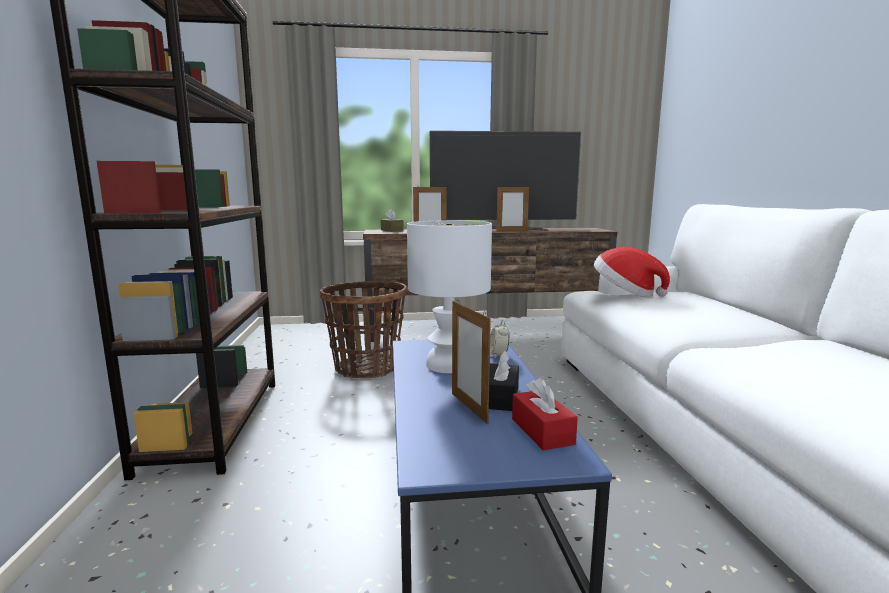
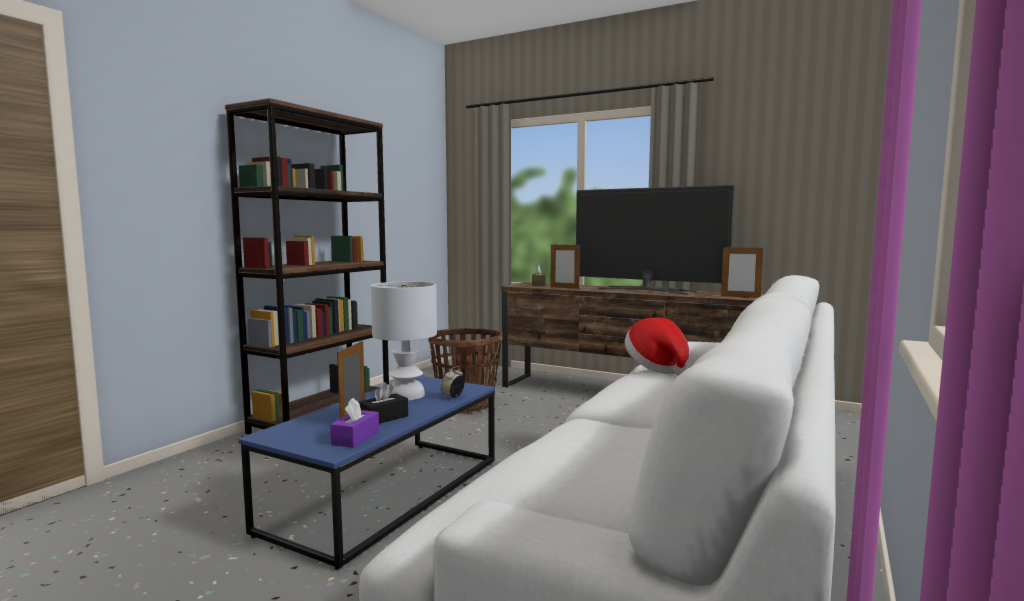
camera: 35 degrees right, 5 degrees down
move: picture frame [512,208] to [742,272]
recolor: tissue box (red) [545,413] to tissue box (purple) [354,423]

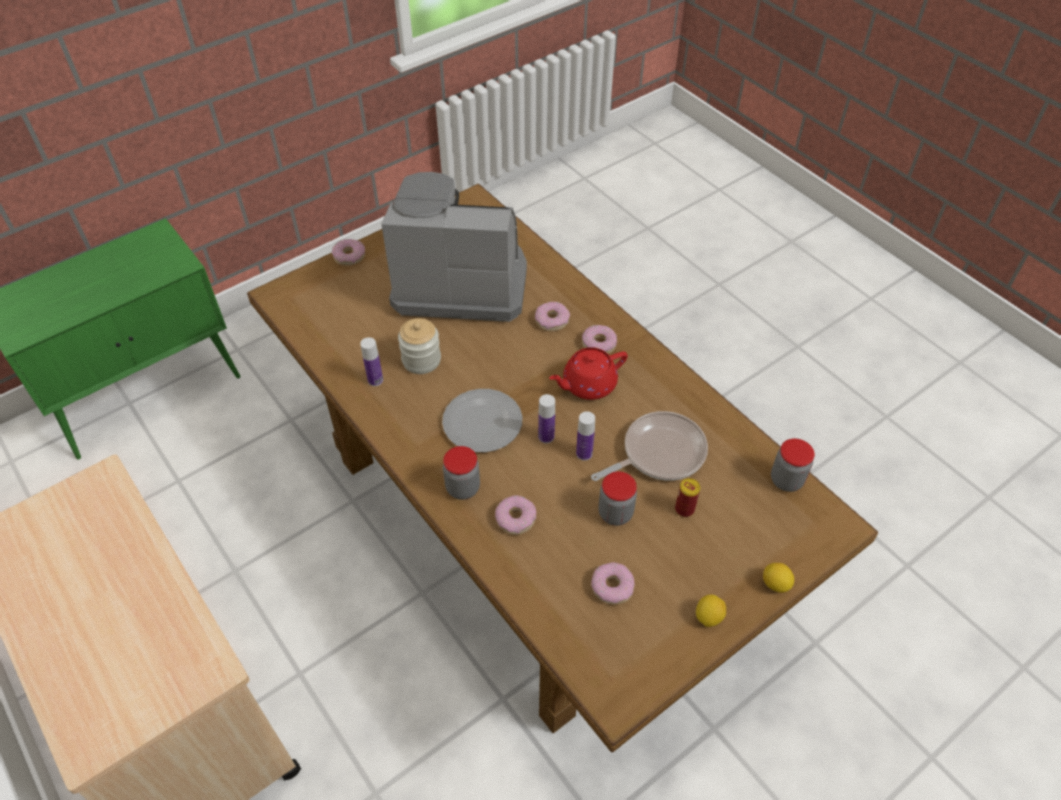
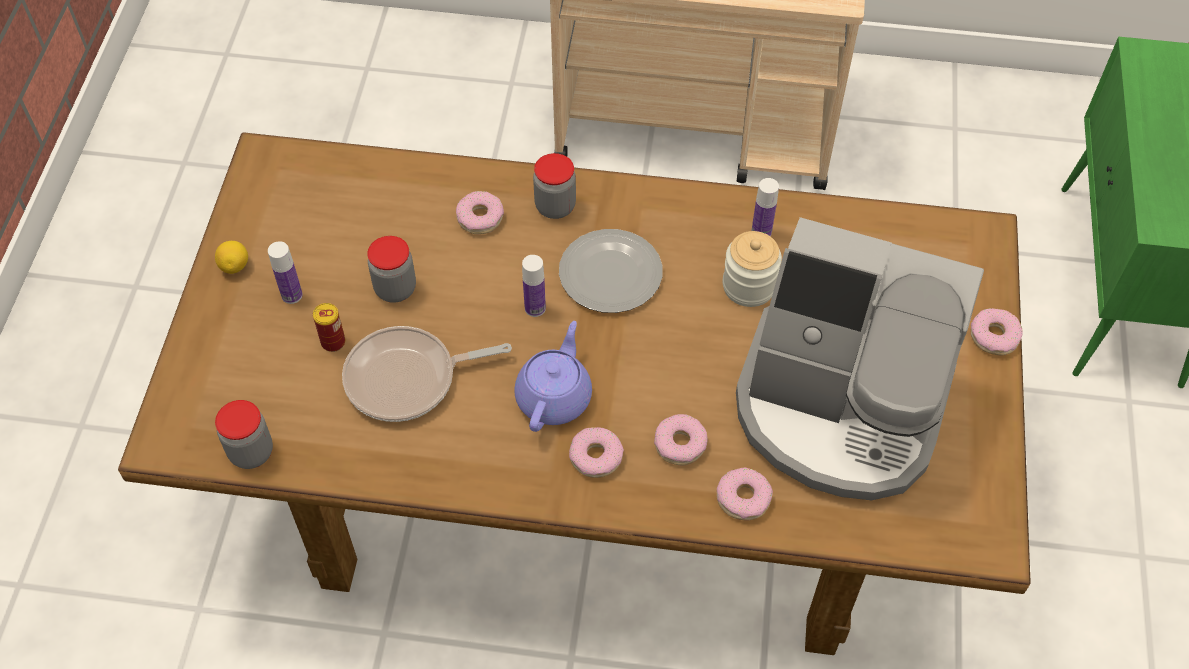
camera: 135 degrees right, 5 degrees up
delete: lemon [778,578]
move: bottle [585,436] to [285,272]; donut [612,583] to [744,494]
recolor: teapot (red) [588,373] to teapot (purple) [553,376]
rotate: coffee machine [454,247] = [860,358] 60 degrees clockwise; frying pan [649,446] = [427,374] 60 degrees clockwise

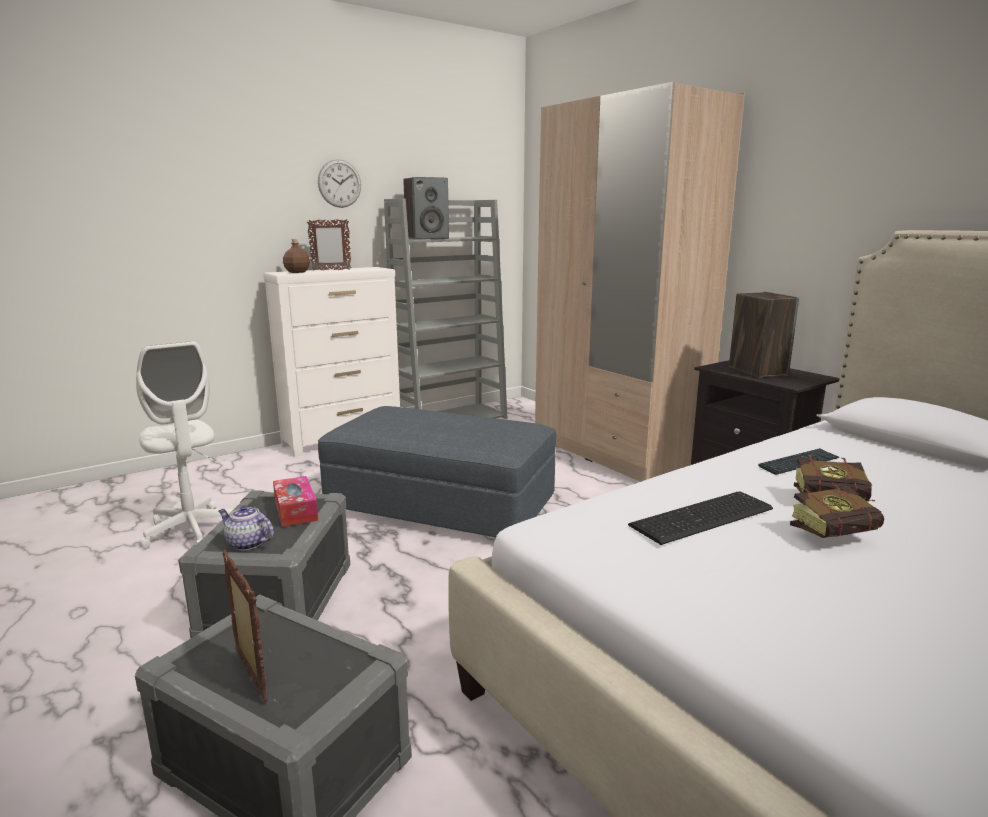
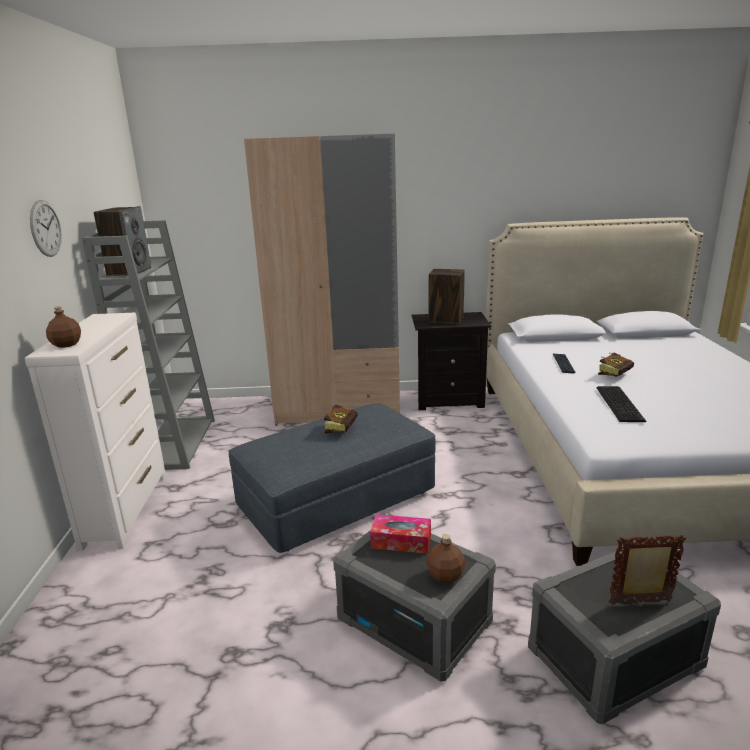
camera: 55 degrees left, 5 degrees up
delete: office chair (white) [185,445]; picture frame [329,245]
move: book [837,510] to [340,419]
replace: teapot [246,527] to bottle (brown) [445,558]

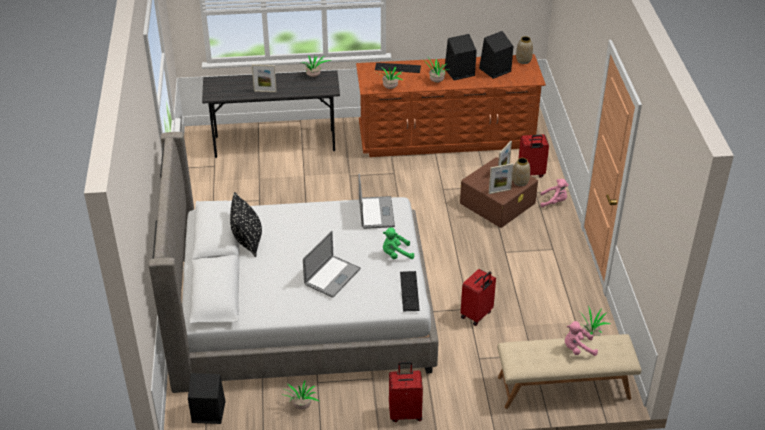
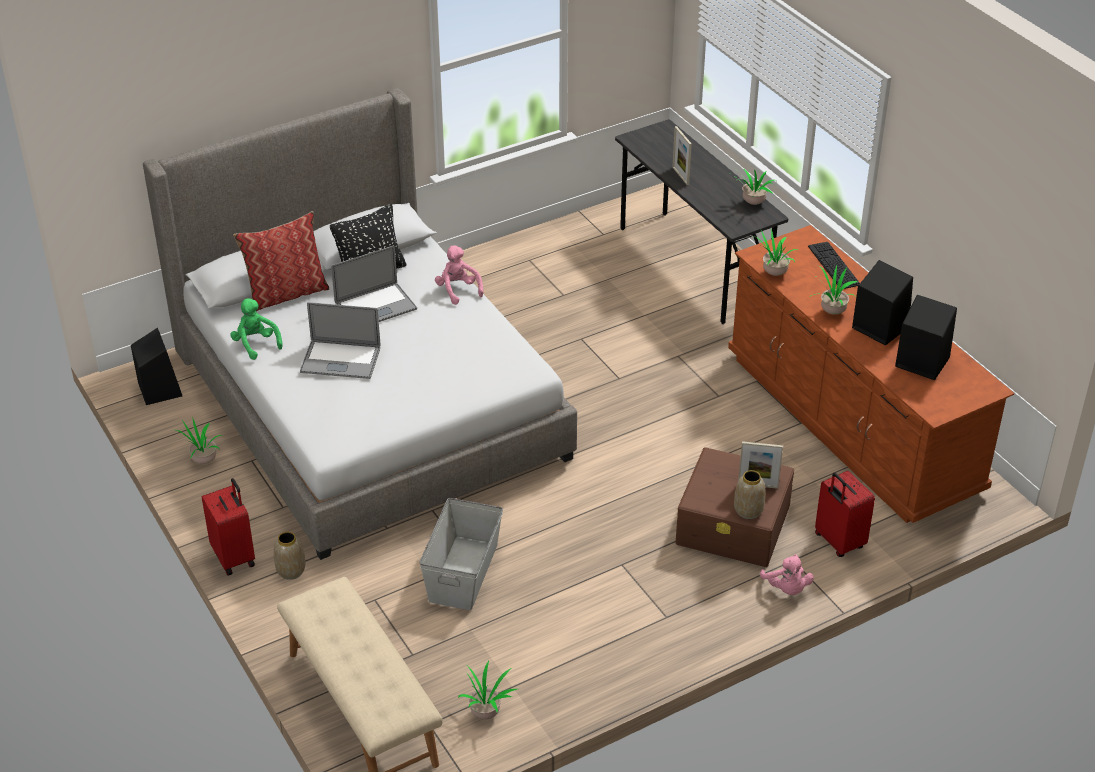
camera: 65 degrees right, 0 degrees up
delete: keyboard [410,291]; picture frame [501,178]
insert: pillow [281,261]
move: laptop [377,201] to [374,283]; plush toy (green) [398,243] to [256,329]; vase [524,50] to [289,556]; plush toy (pink) [581,338] to [459,275]
replace: suitcase (red) [478,297] to storage box (grey) [461,554]

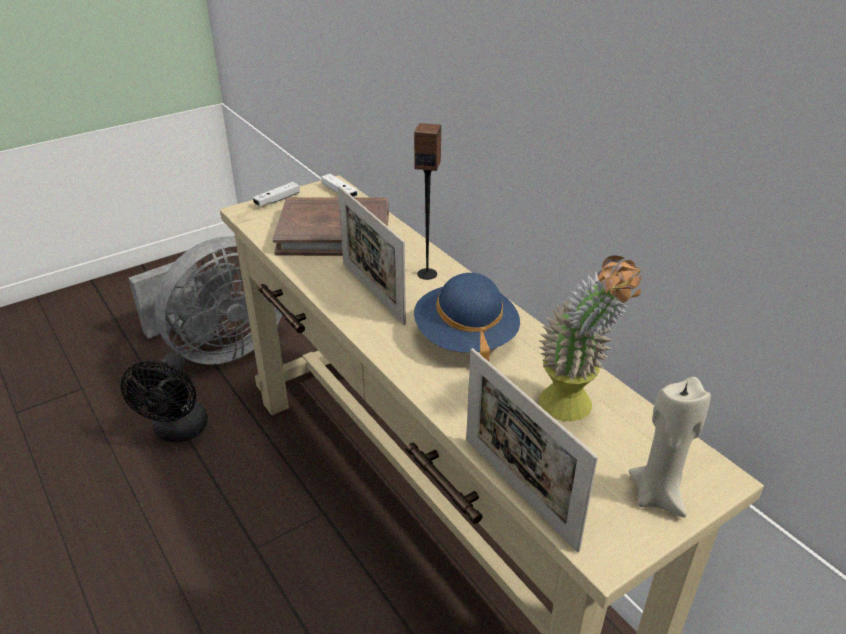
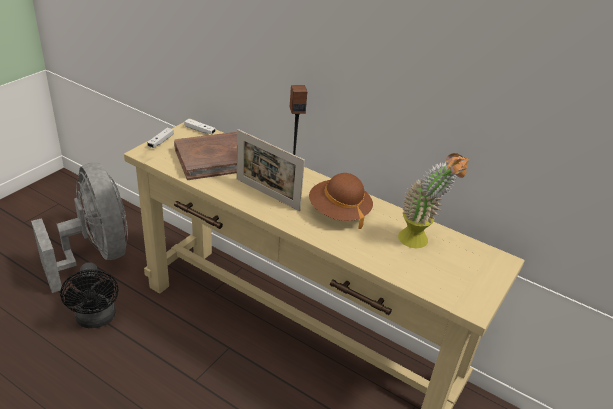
camera: 25 degrees left, 0 degrees up
delete: picture frame [532,450]; candle (beige) [670,447]
recolor: hat (blue) [467,317] to hat (brown) [341,201]
rotate: fan (grey) [205,300] = [79,227] 60 degrees counterclockwise

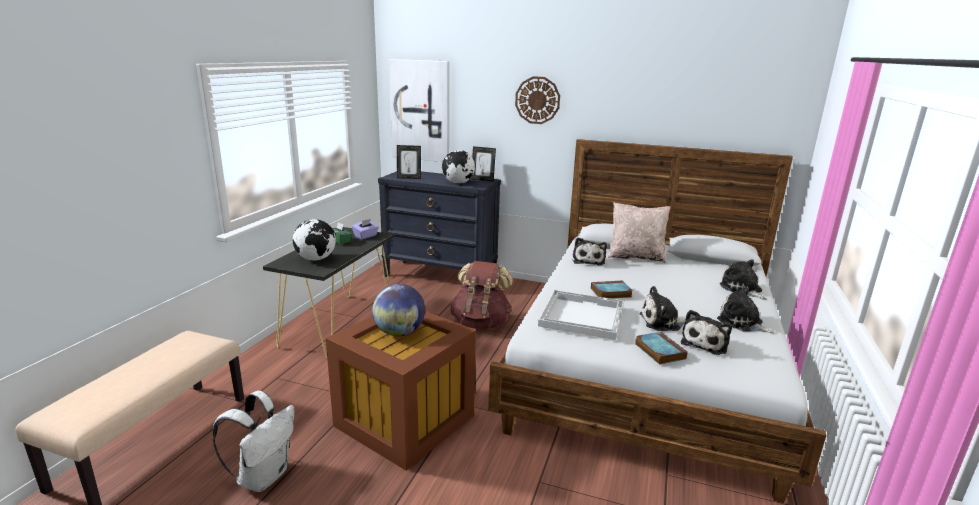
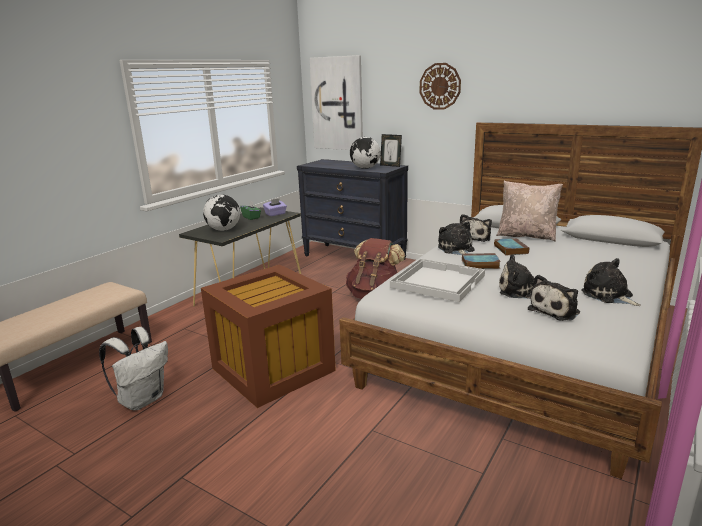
camera: 15 degrees right, 0 degrees up
delete: globe [398,310]; picture frame [409,162]
move: book [661,348] to [512,247]; plush toy [743,279] to [456,238]

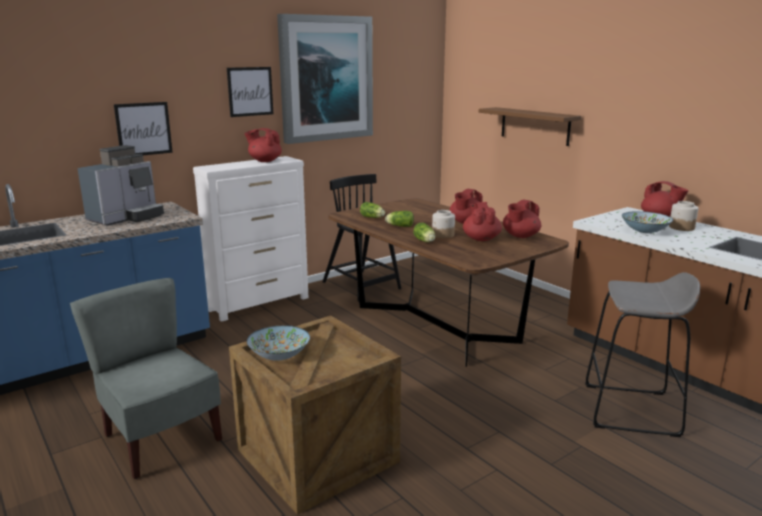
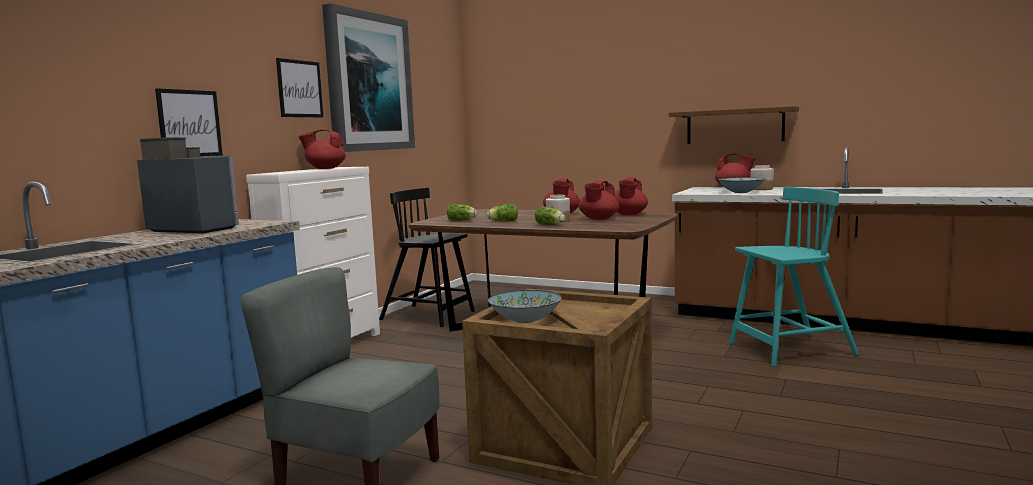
camera: 25 degrees left, 10 degrees down
move: shelf (brown) [530,126] to [734,125]
replace: stool (grey) [642,354] to chair (turquoise) [794,277]
rotate: coffee machine [120,185] = [188,185] 75 degrees counterclockwise; teapot (red) [482,221] = [599,200] 120 degrees counterclockwise

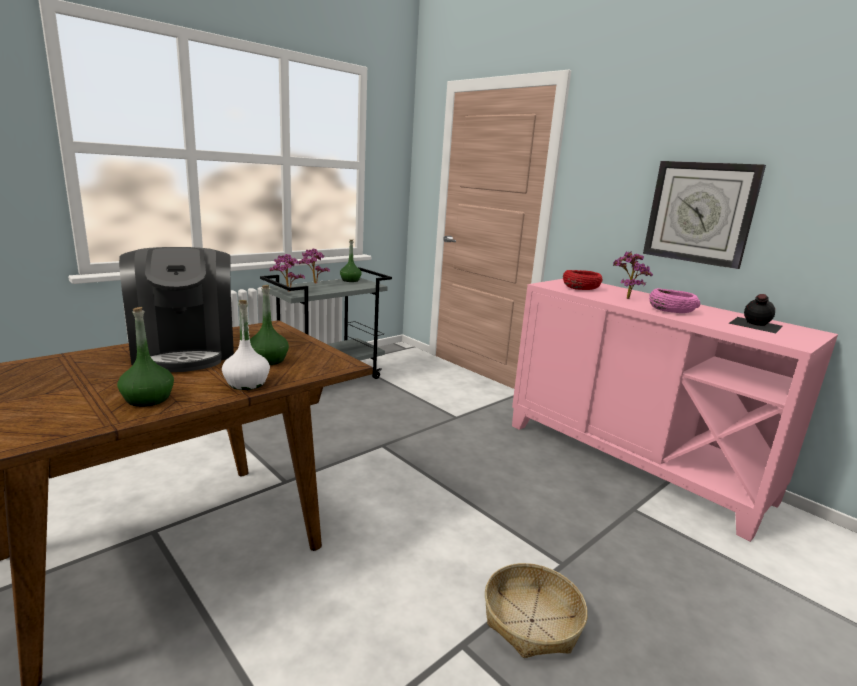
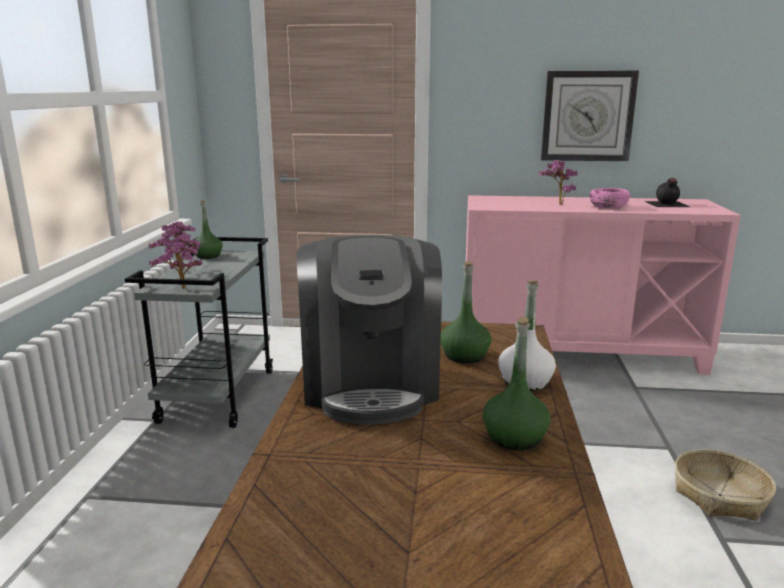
camera: 40 degrees left, 0 degrees up
delete: bowl (red) [582,280]
rotate: coffee machine [176,309] = [369,330] 60 degrees clockwise

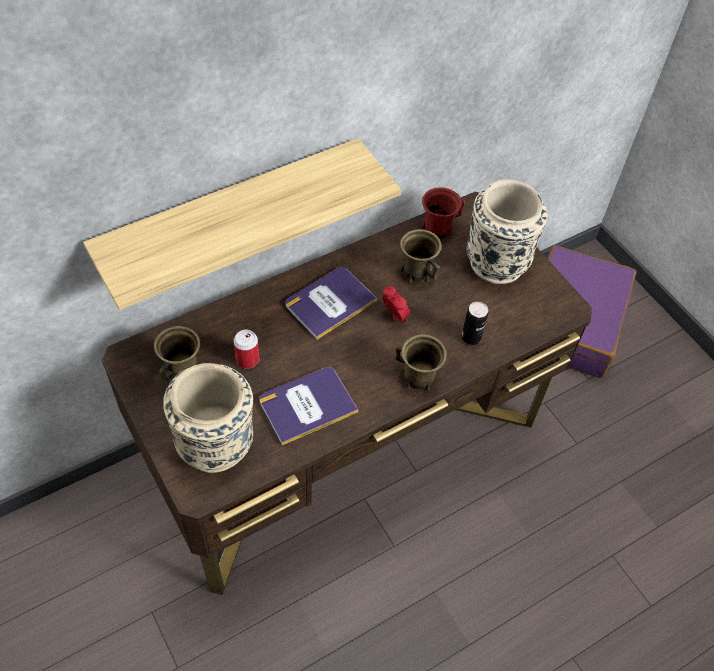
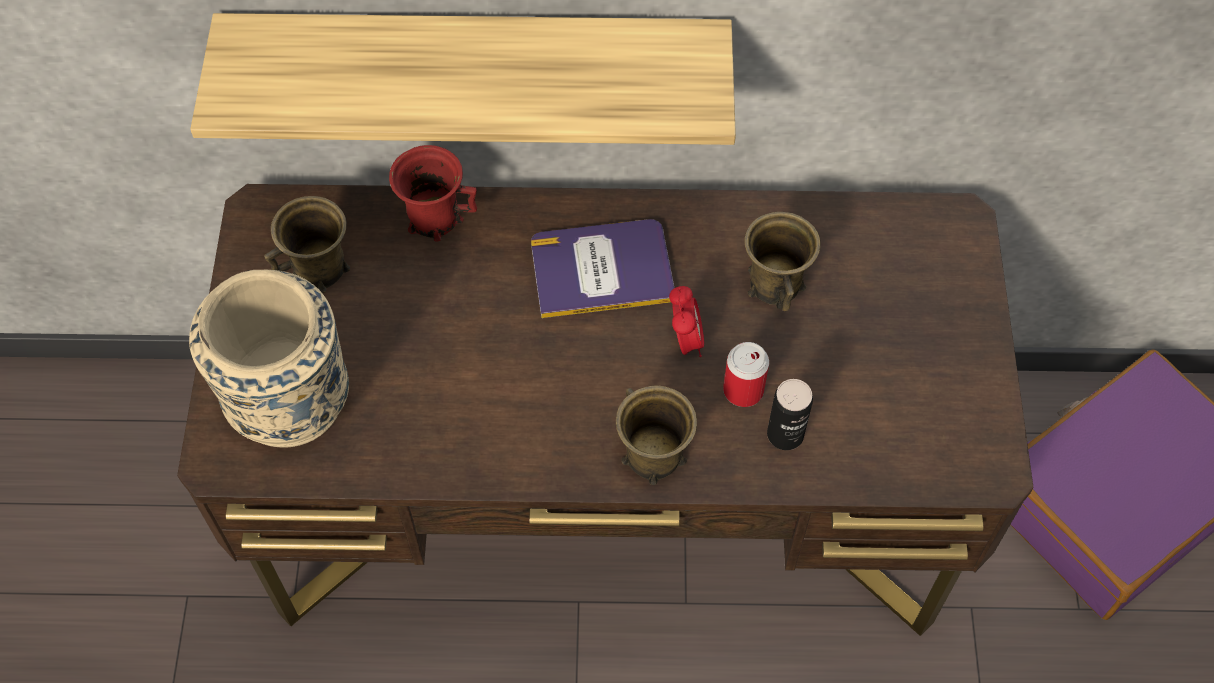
camera: 35 degrees right, 5 degrees up
delete: book [308,406]; vase (beige) [507,232]
move: can [246,349] to [746,374]; mug (red) [443,213] to [433,193]

